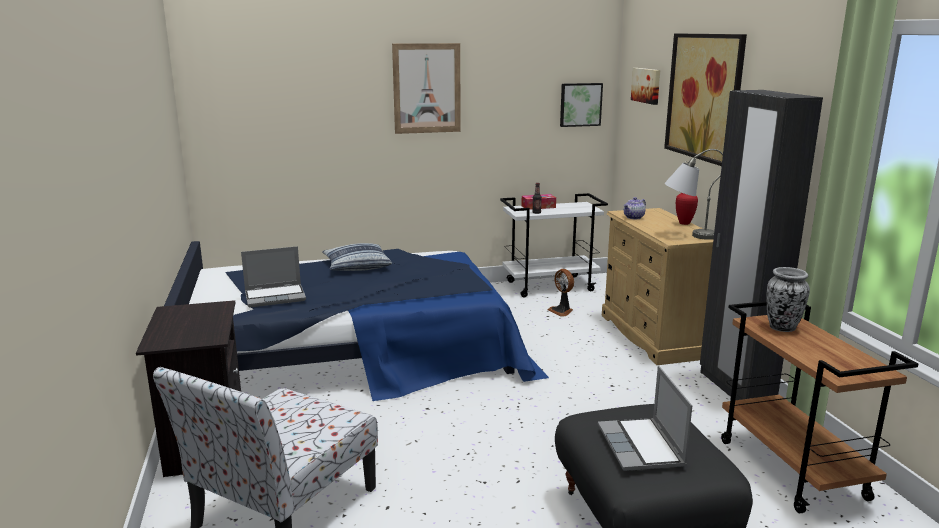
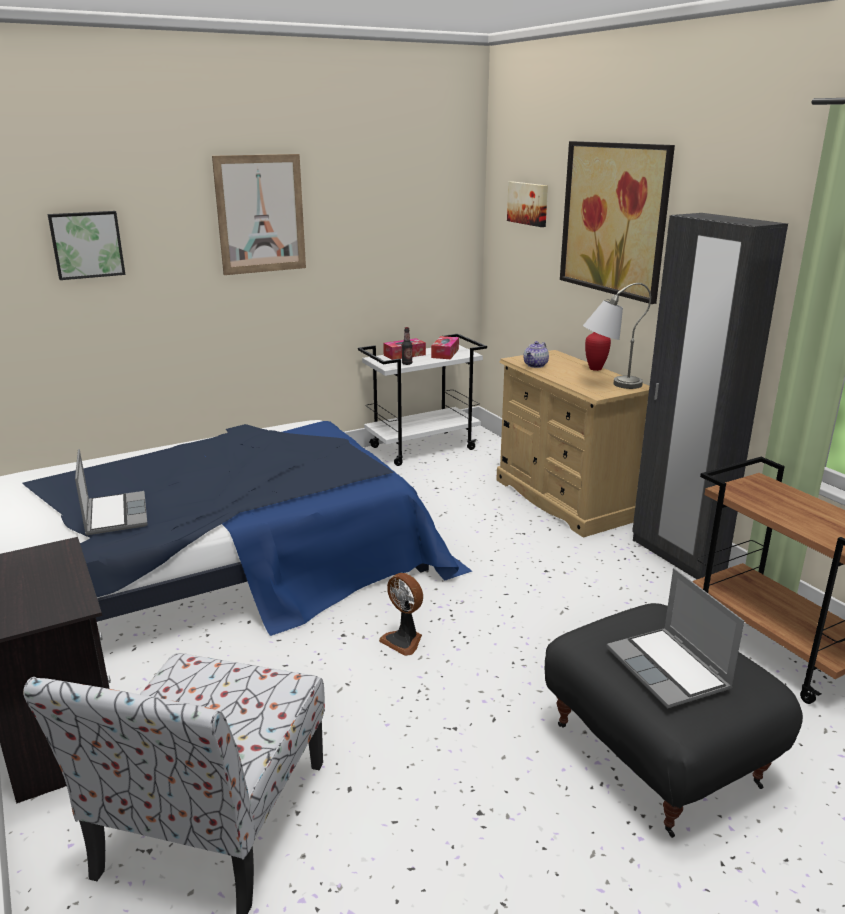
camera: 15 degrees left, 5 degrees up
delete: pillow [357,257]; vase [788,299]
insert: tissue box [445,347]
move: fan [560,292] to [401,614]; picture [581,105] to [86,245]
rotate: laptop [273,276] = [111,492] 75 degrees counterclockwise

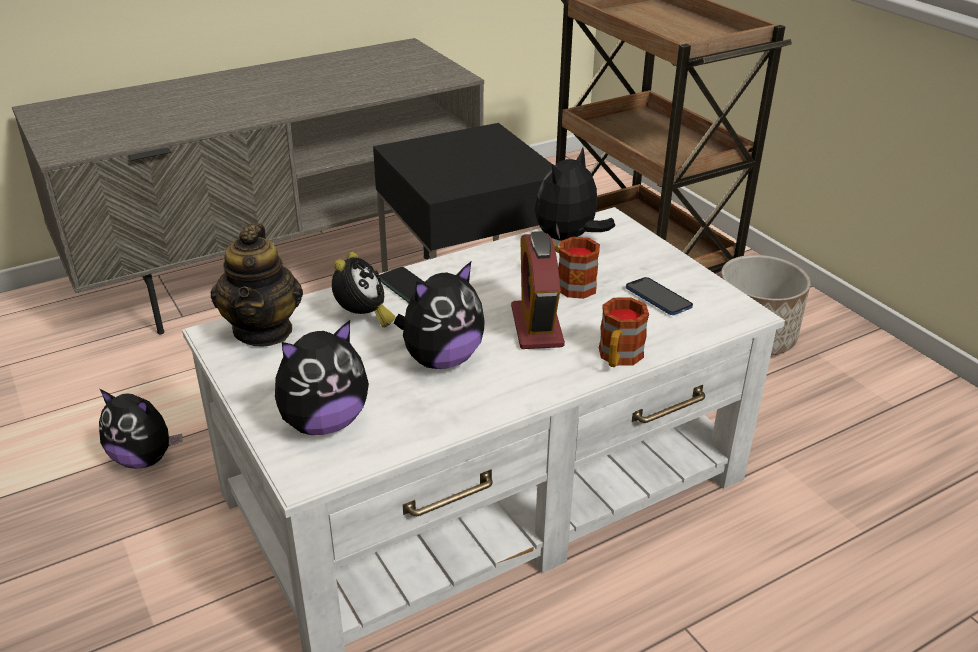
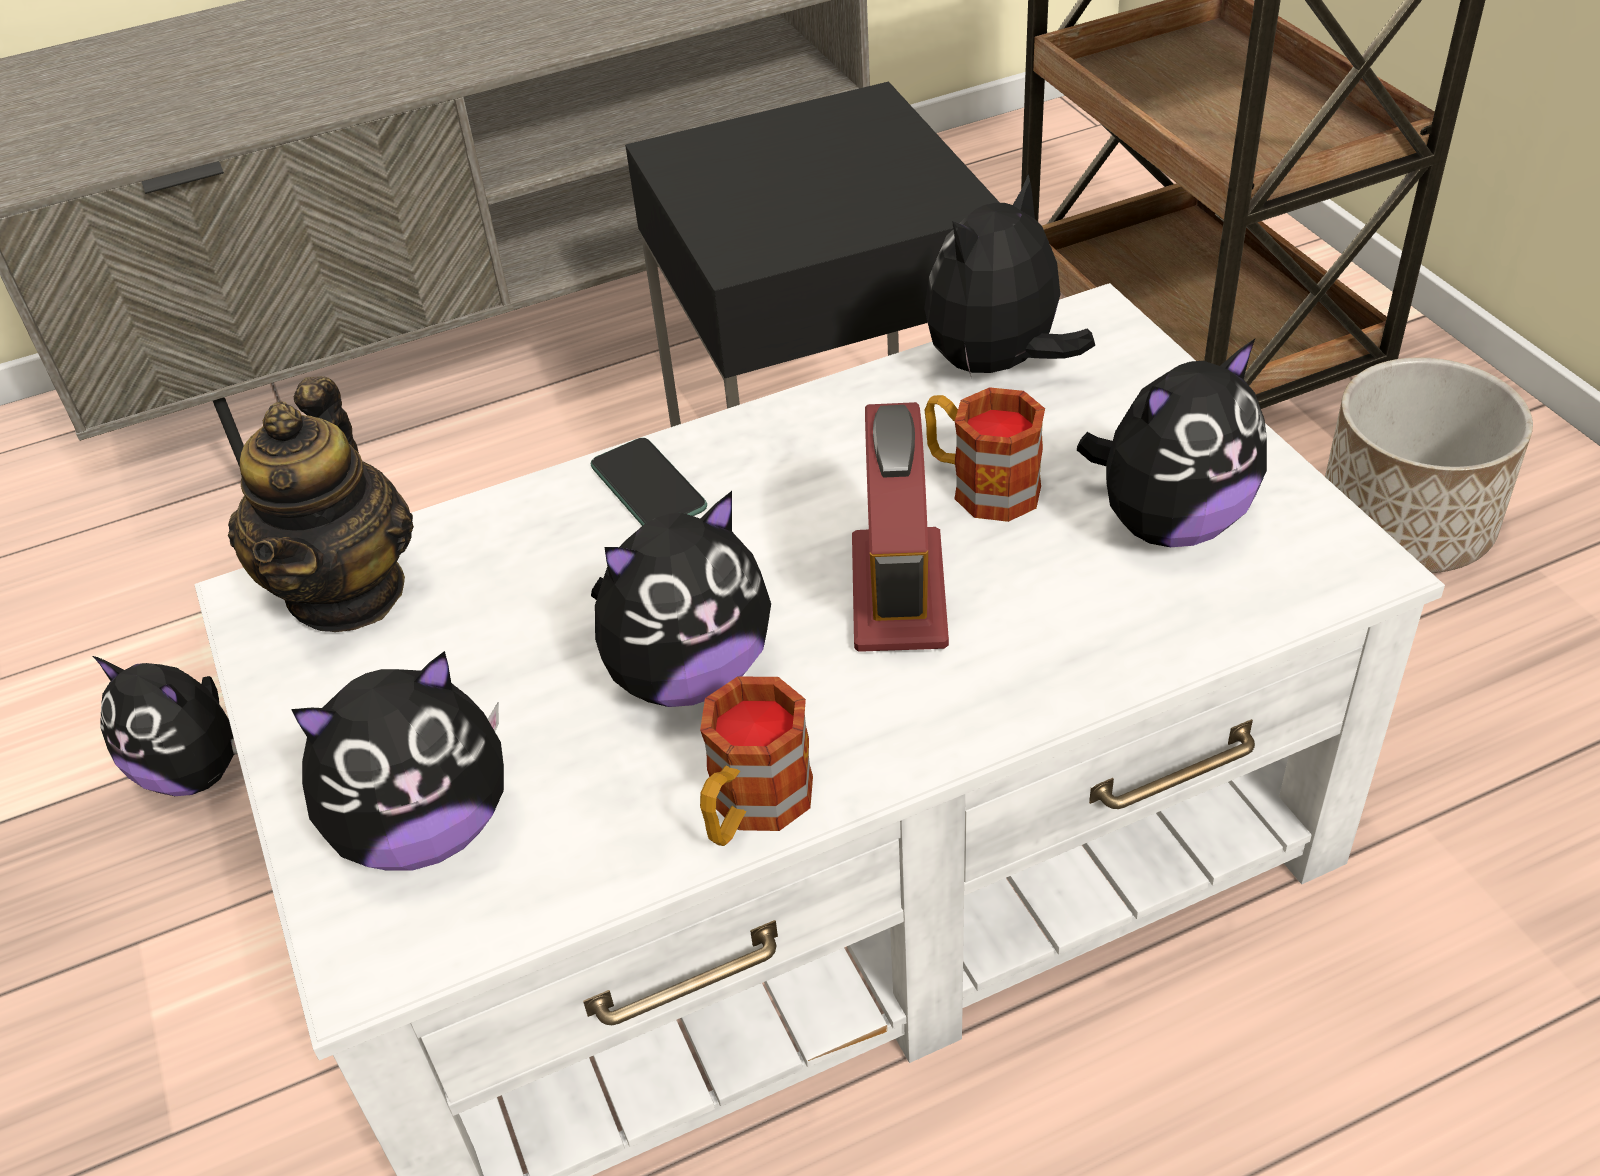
camera: 10 degrees right, 10 degrees up
delete: alarm clock [363,290]
move: mug [624,332] to [756,761]
replace: phone [659,296] to plush toy [1172,443]

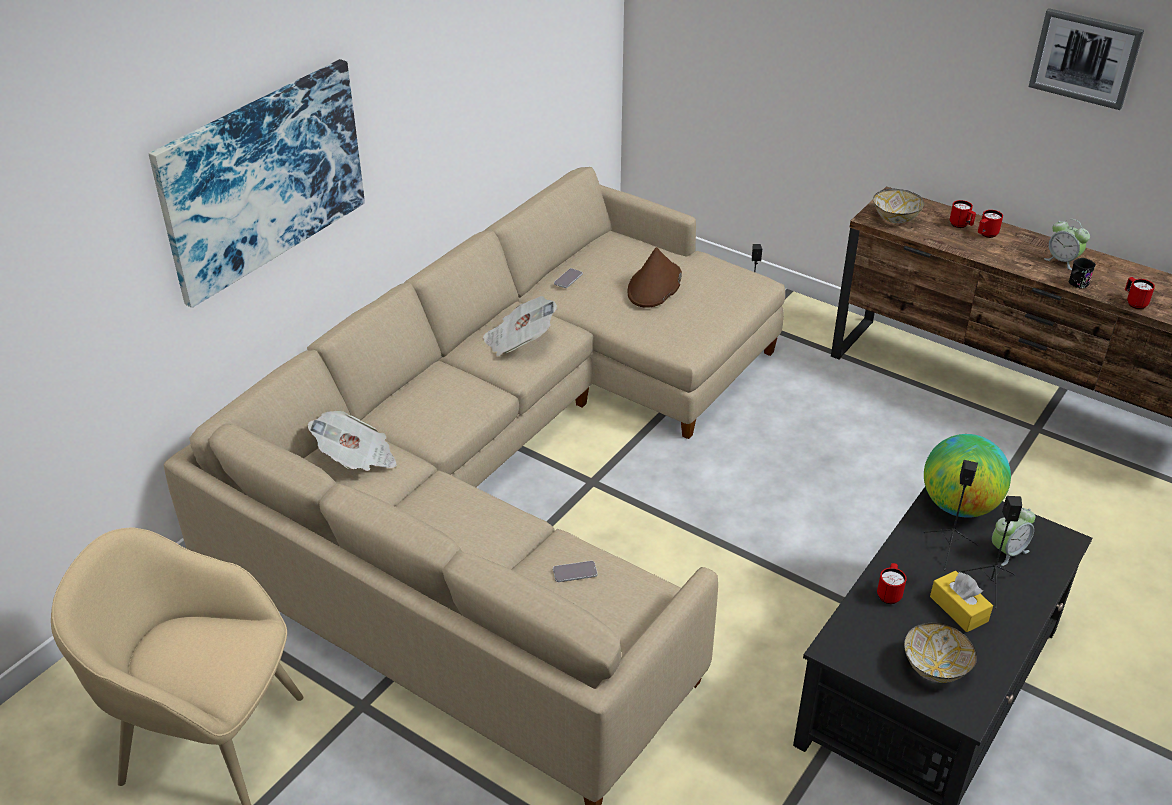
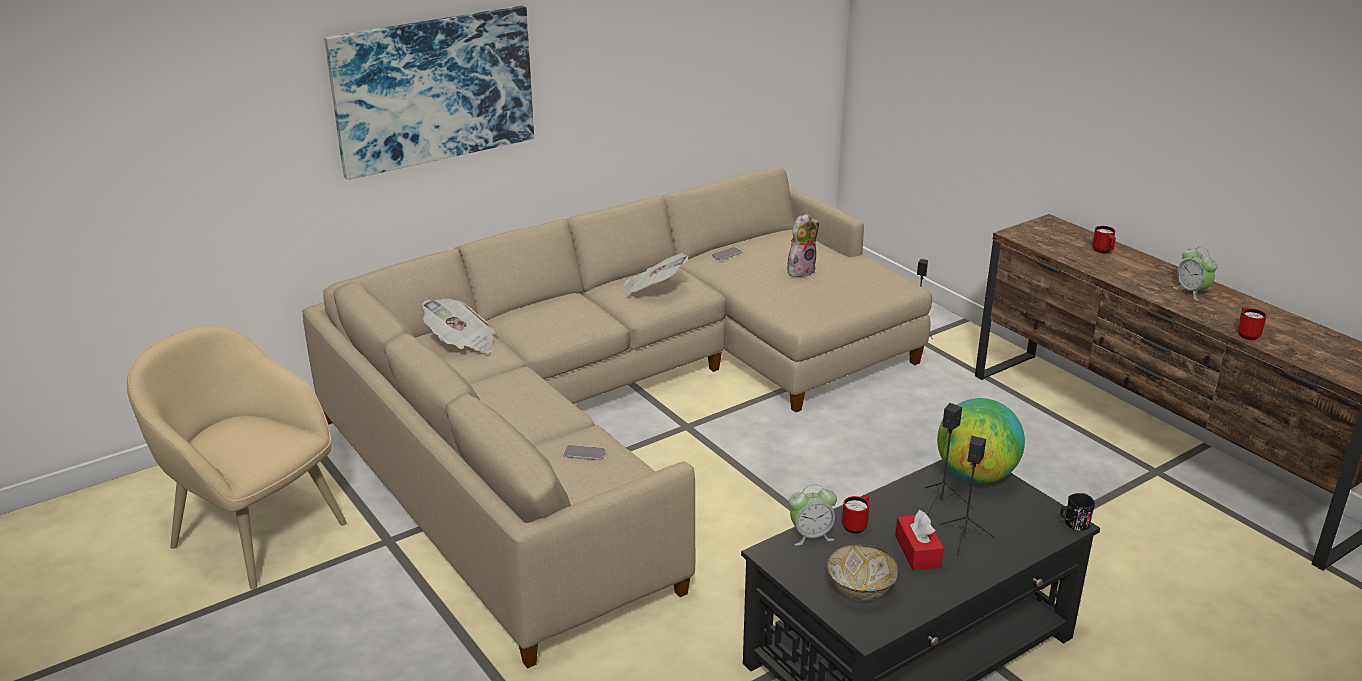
camera: 20 degrees right, 10 degrees down
delete: bowl [898,206]; mug (red) [990,224]; picture [1086,59]
move: alarm clock [1013,537] to [813,515]; mug (black) [1082,273] to [1077,512]
replace: hat (brown) [655,277] to plush toy [803,245]
recolor: tissue box (yellow) [961,601] to tissue box (red) [919,540]

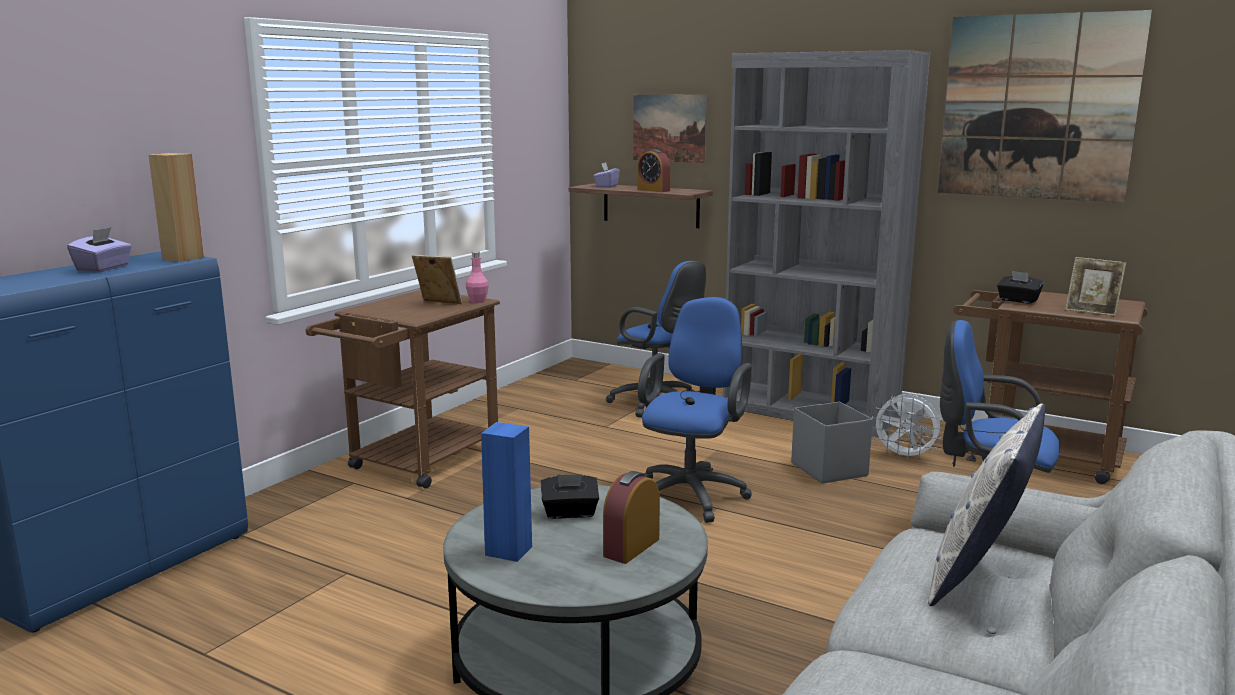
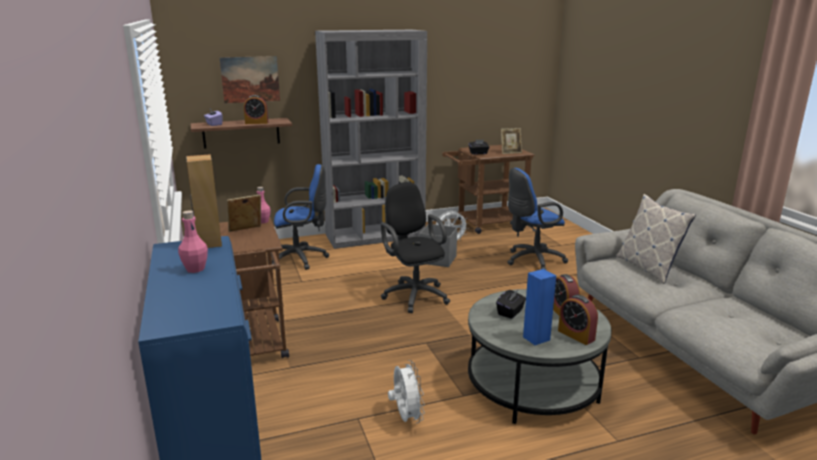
camera: 50 degrees left, 5 degrees up
delete: picture [1045,106]
insert: fan (white) [406,391]; alarm clock [578,320]
replace: tissue box (purple) [99,249] to bottle (pink) [193,241]
recolor: office chair (blue) [695,410] to office chair (black) [415,247]

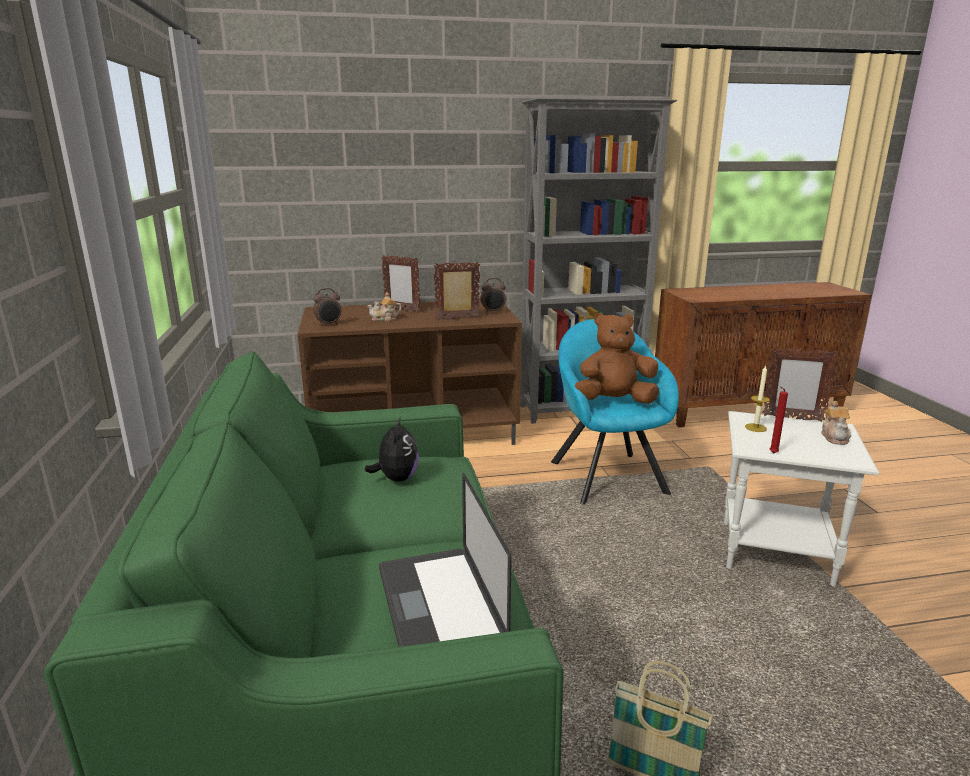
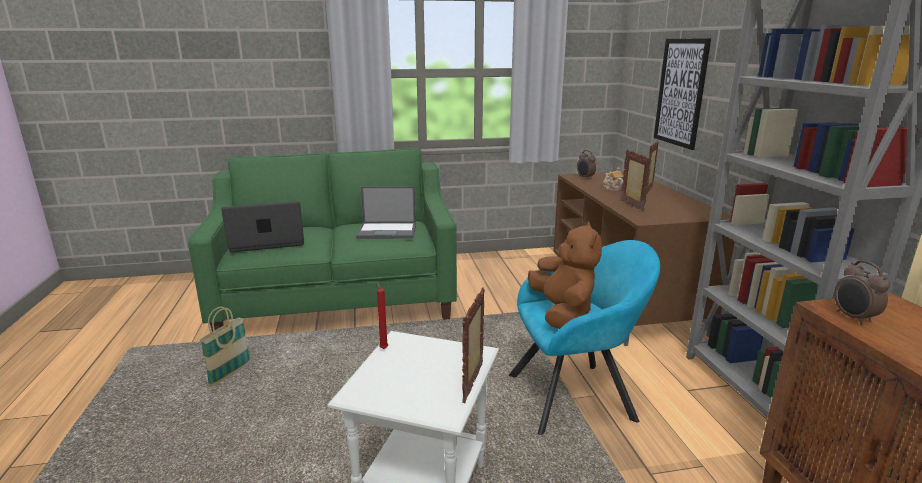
camera: 90 degrees right, 0 degrees up
delete: candle [757,398]; teapot [836,423]
insert: picture [682,94]
move: alarm clock [493,295] to [862,292]
replace: plush toy [392,449] to laptop [386,212]

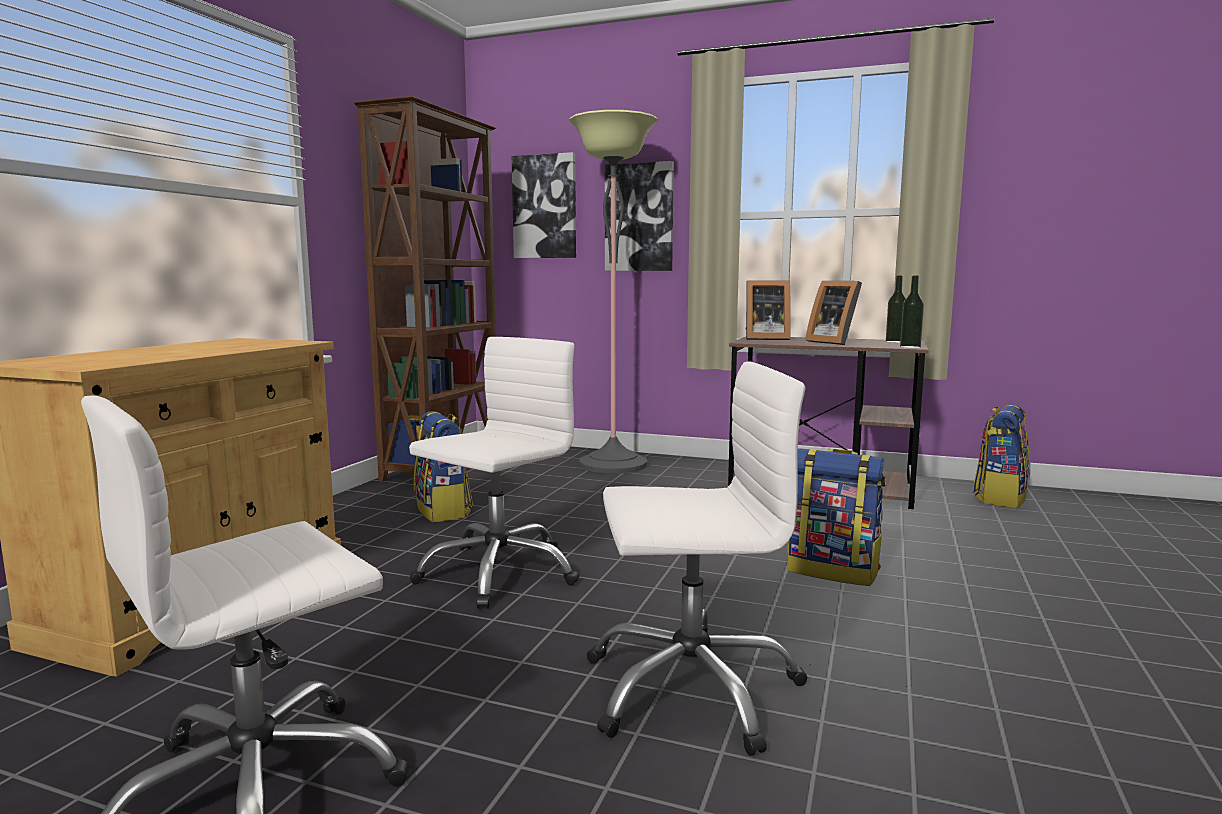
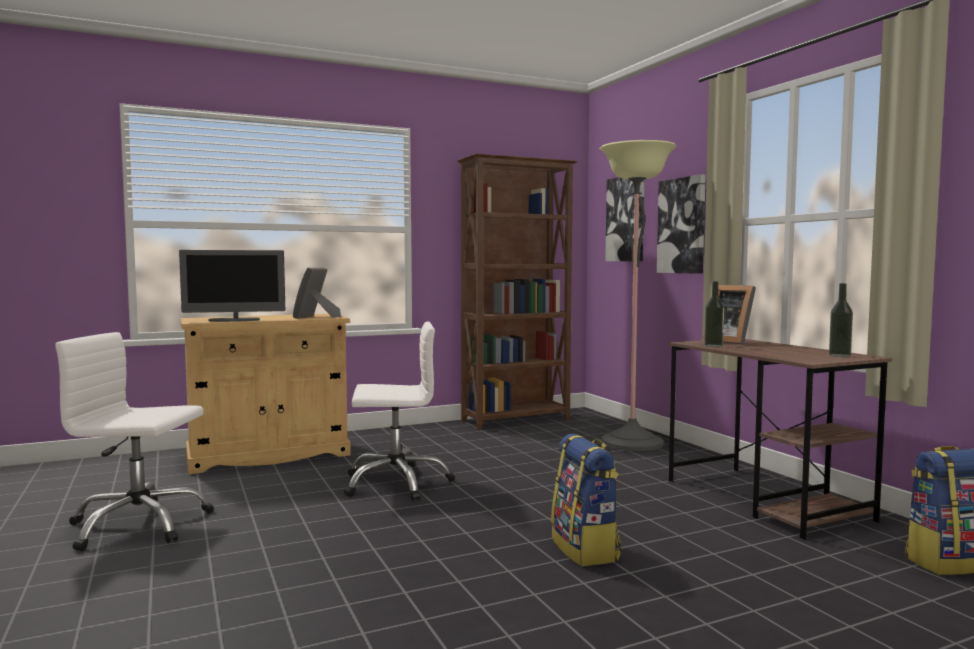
camera: 45 degrees right, 5 degrees down
delete: backpack [443,466]; office chair (white) [697,559]
insert: monitor [232,286]
move: picture frame [834,313] to [317,293]; bottle [912,311] to [714,314]

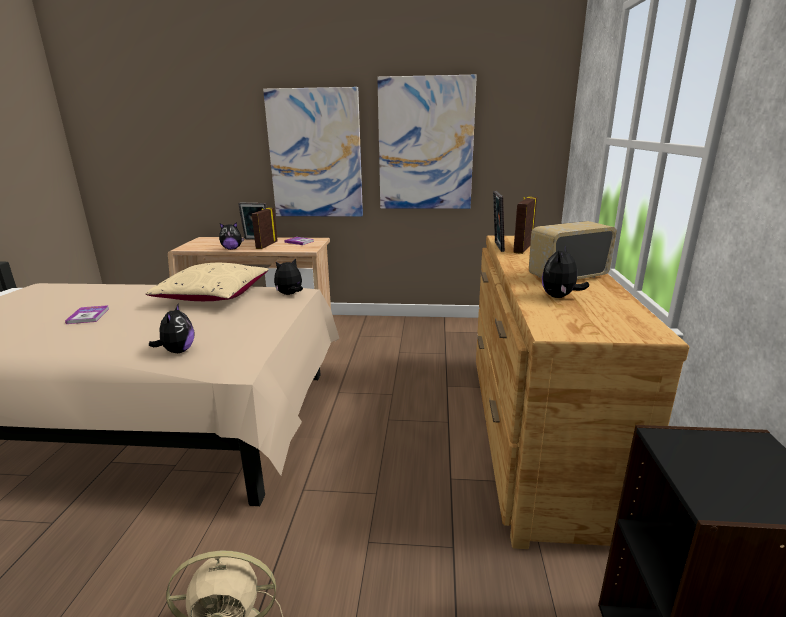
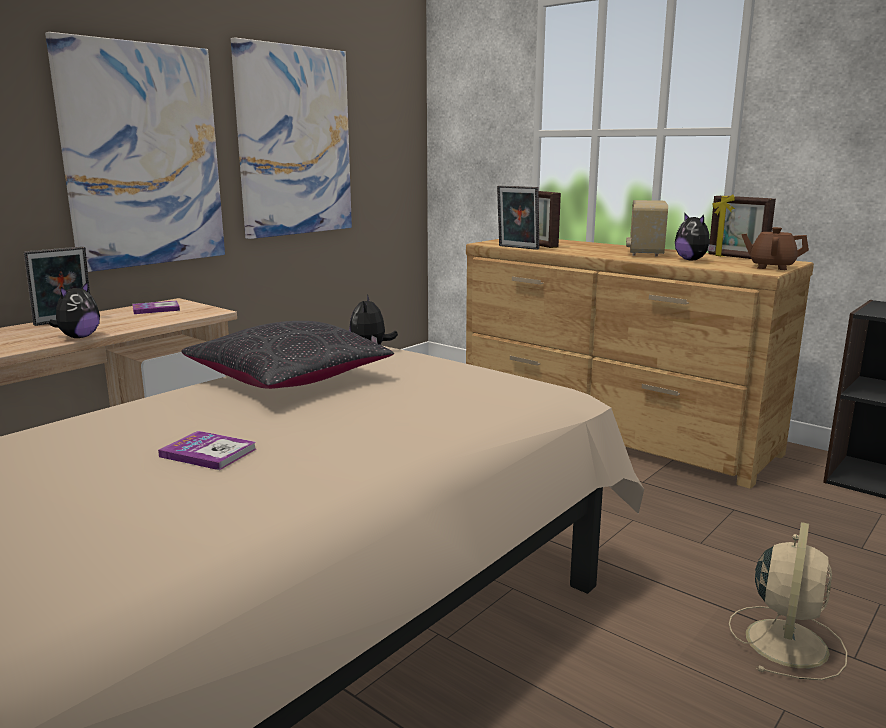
camera: 55 degrees left, 5 degrees down
delete: plush toy [171,328]
insert: teapot (brown) [775,248]
move: picture frame [265,228] to [742,226]
recolor: pillow (beige) [207,282] to pillow (black) [287,355]

